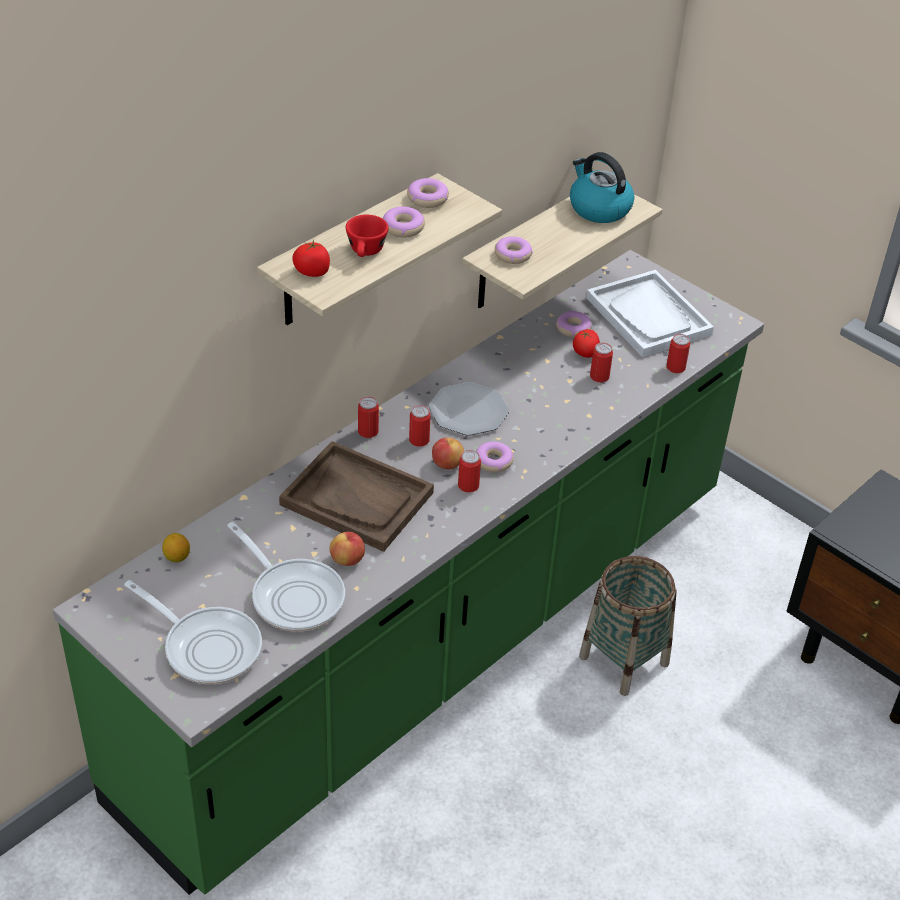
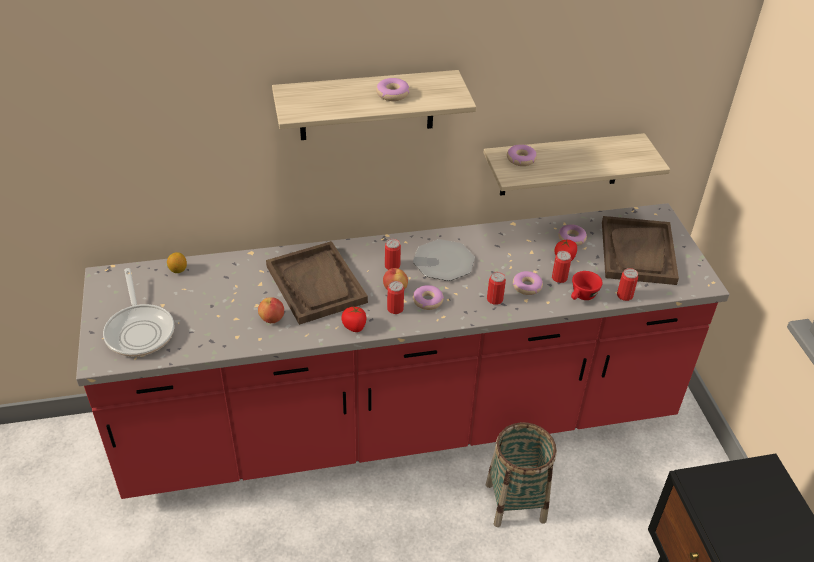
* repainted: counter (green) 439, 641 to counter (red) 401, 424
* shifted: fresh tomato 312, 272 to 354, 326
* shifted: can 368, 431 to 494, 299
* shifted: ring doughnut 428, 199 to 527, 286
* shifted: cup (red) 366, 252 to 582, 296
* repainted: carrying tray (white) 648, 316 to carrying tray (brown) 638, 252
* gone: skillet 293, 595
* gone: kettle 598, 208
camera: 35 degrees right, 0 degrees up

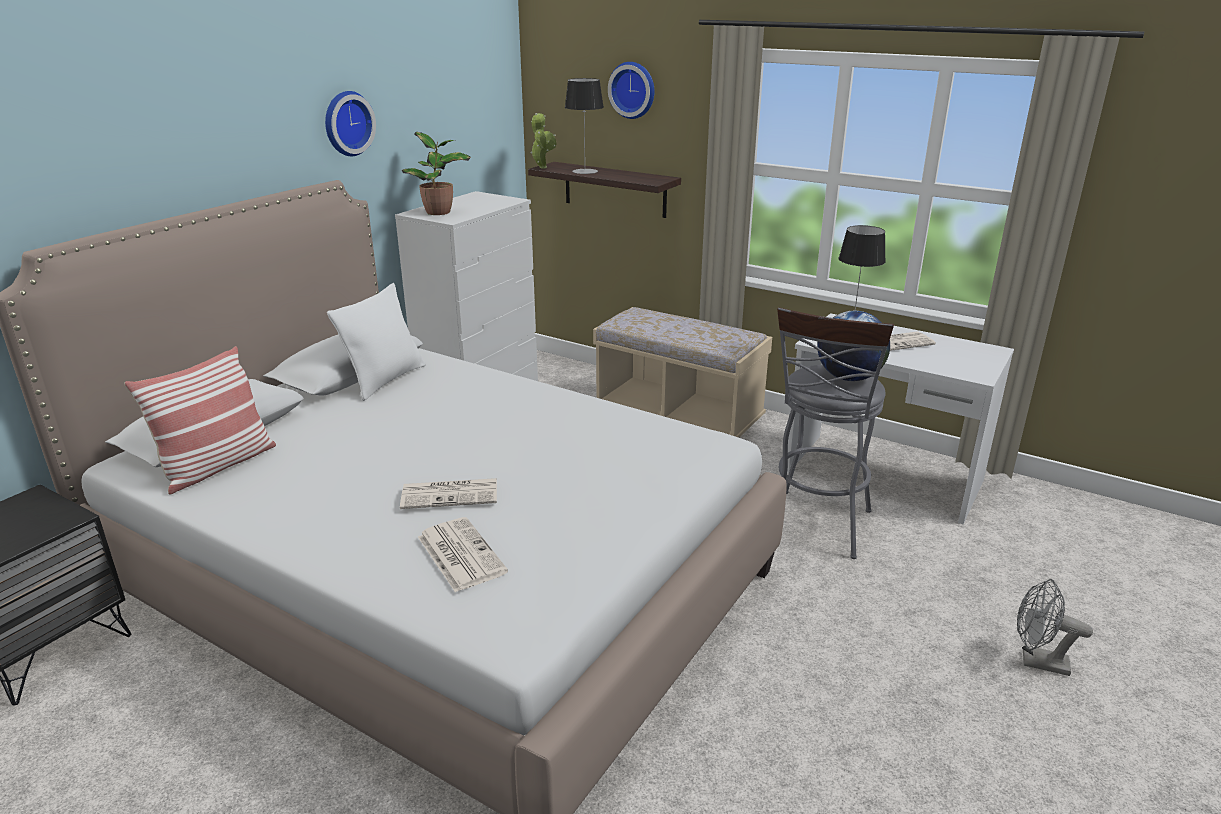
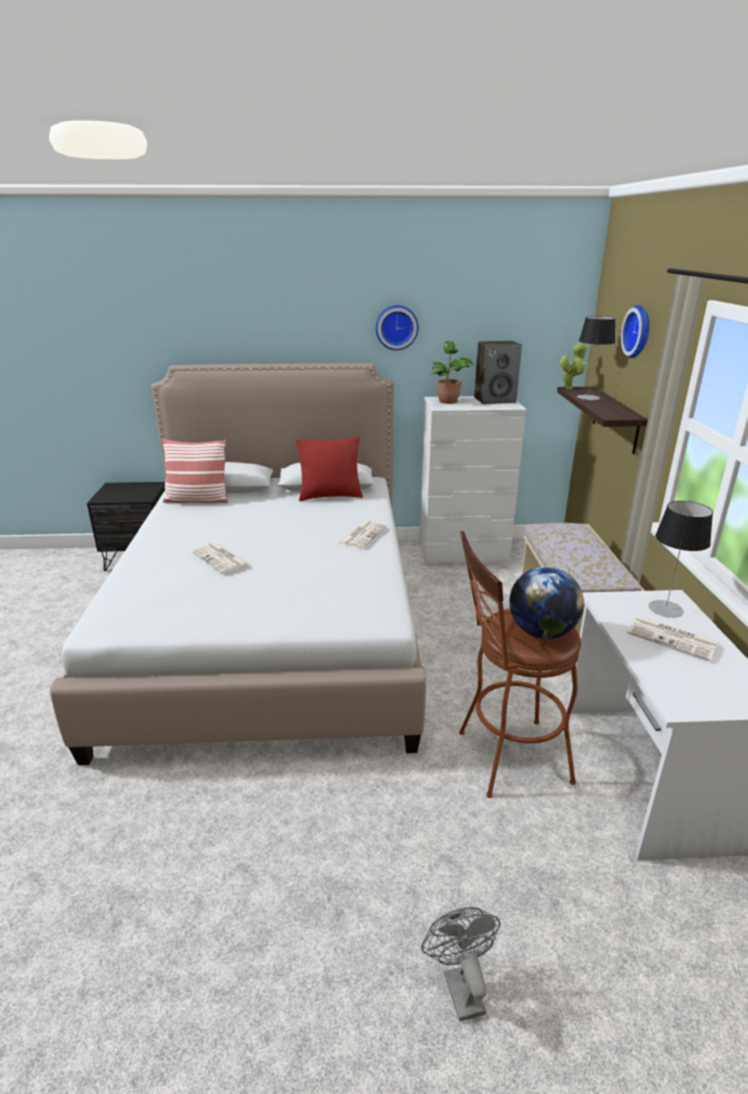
* repainted: cushion (white) 385, 380 to cushion (red) 330, 496
* shifted: newspaper 460, 554 to 362, 535
* repainted: sitting stool (gray) 815, 529 to sitting stool (brown) 504, 758
* new: loudspeaker 495, 400
camera: 55 degrees right, 0 degrees up

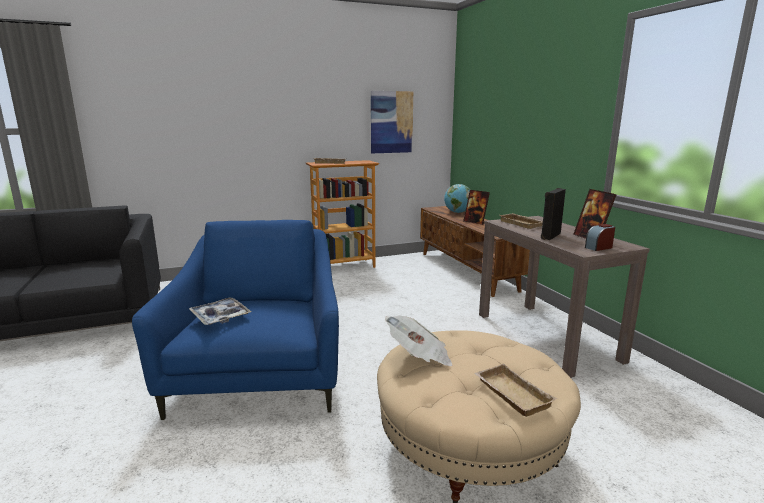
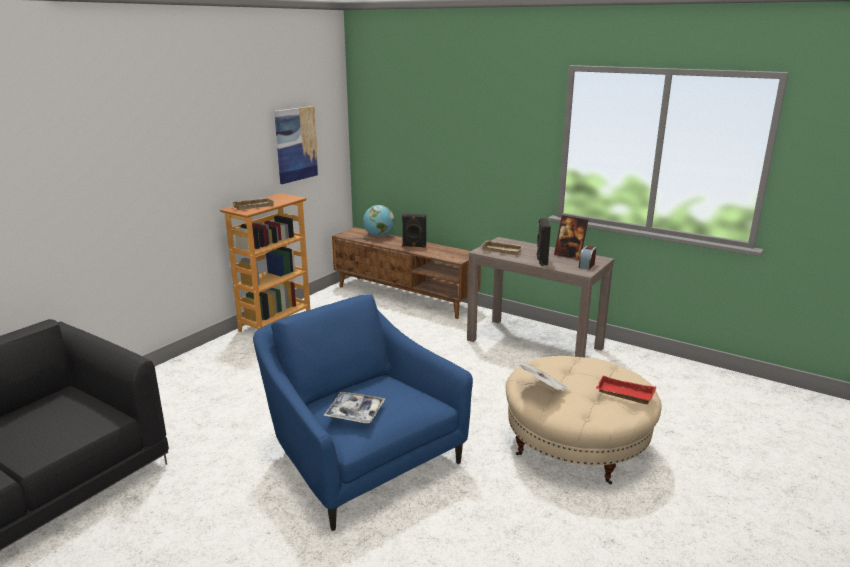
* swapped: photo frame 475, 222 to loudspeaker (black) 414, 246
* repainted: carrying tray (beige) 510, 394 to carrying tray (red) 624, 394
camera: 35 degrees left, 5 degrees up

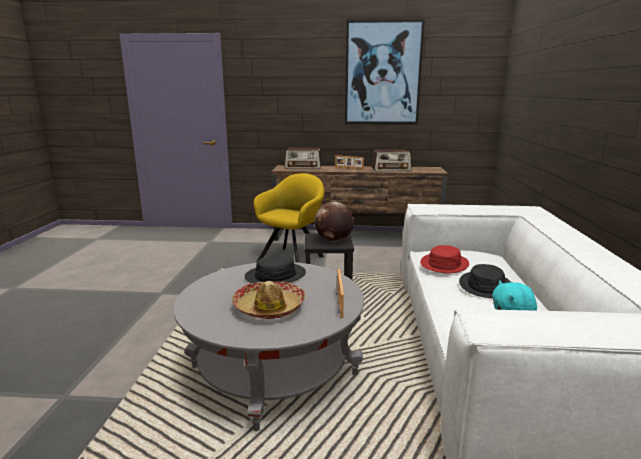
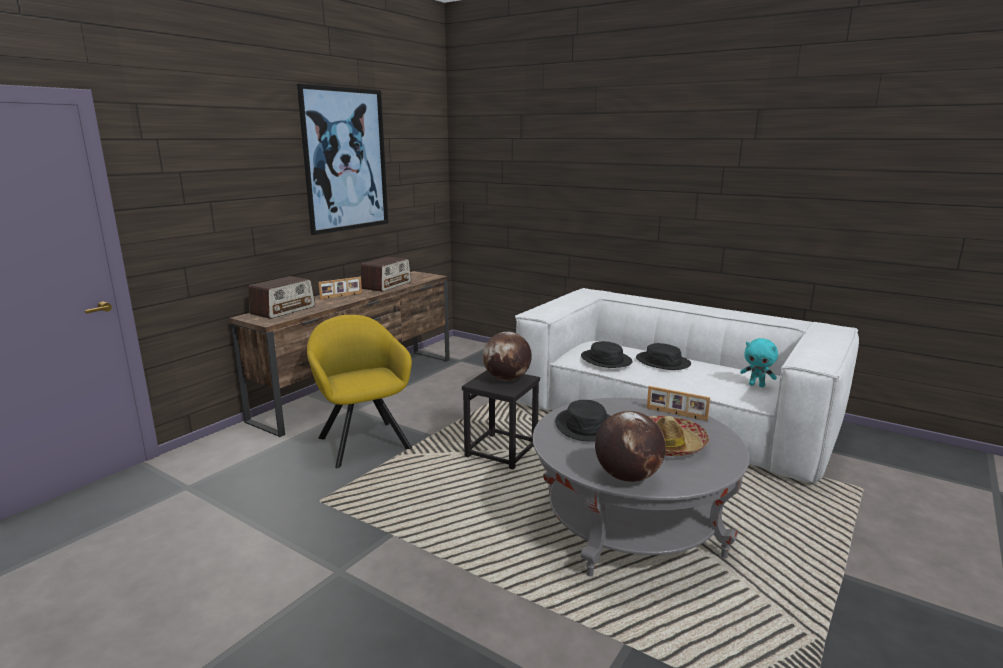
* repainted: hat (red) 444, 264 to hat (black) 606, 360
* new: globe 627, 476
camera: 60 degrees left, 0 degrees up

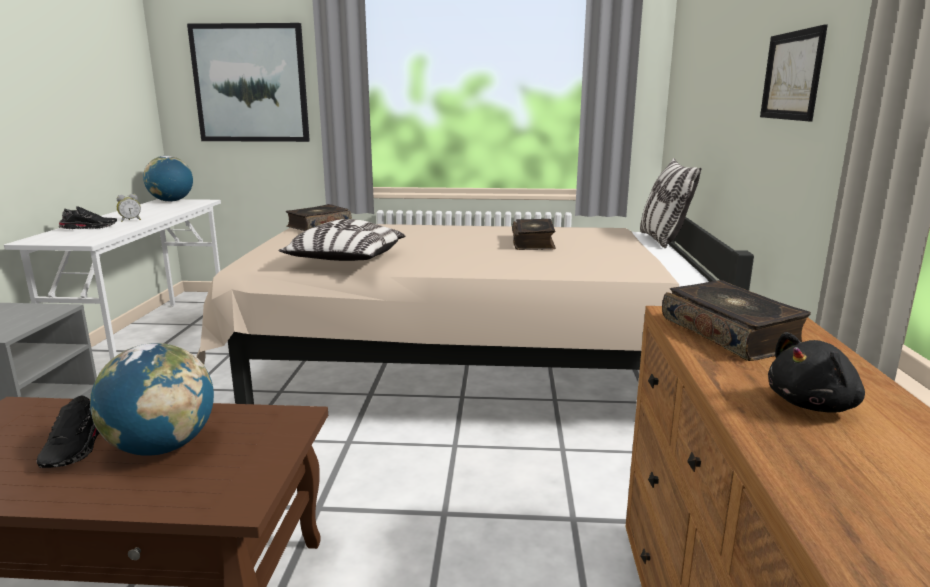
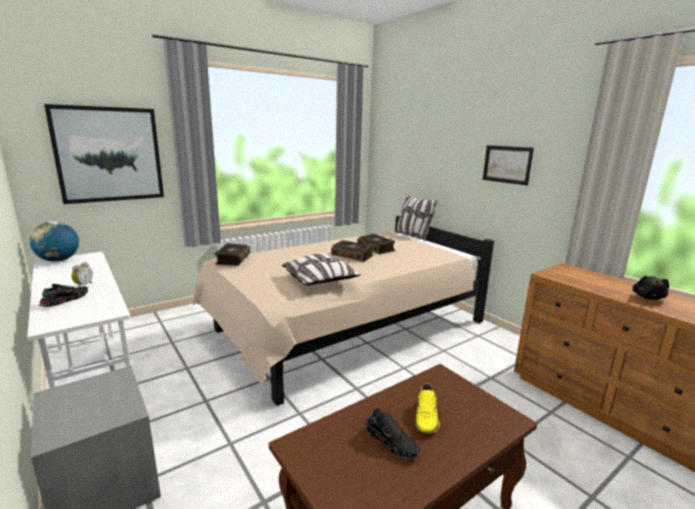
* shifted: book 731, 334 to 352, 255
* swapped: globe 162, 447 to shoe (yellow) 427, 417
camera: 40 degrees left, 0 degrees up

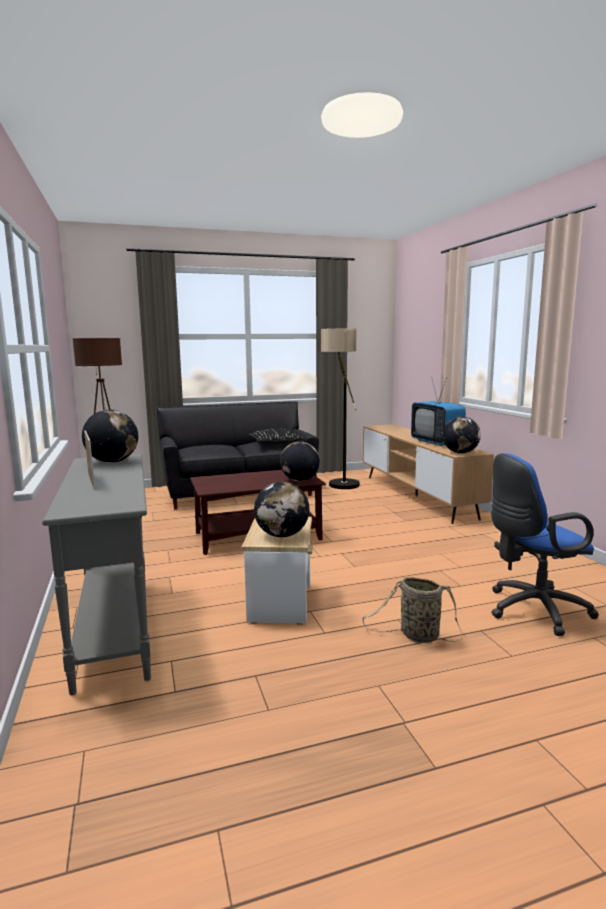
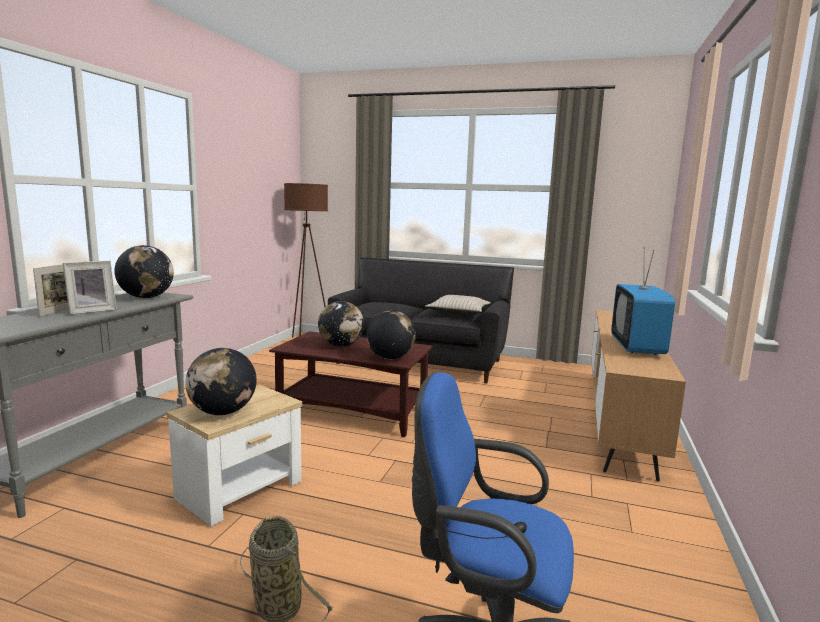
* new: photo frame 91, 311
* shifted: globe 460, 452 to 341, 345
* repainted: cushion (black) 275, 443 to cushion (beige) 458, 312
* gone: floor lamp 340, 482
camera: 35 degrees right, 0 degrees up

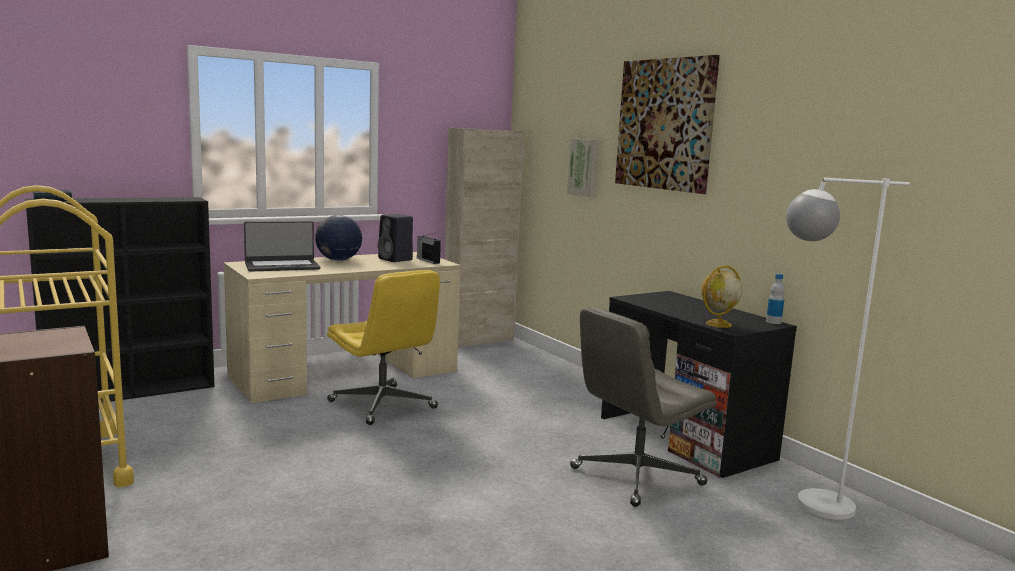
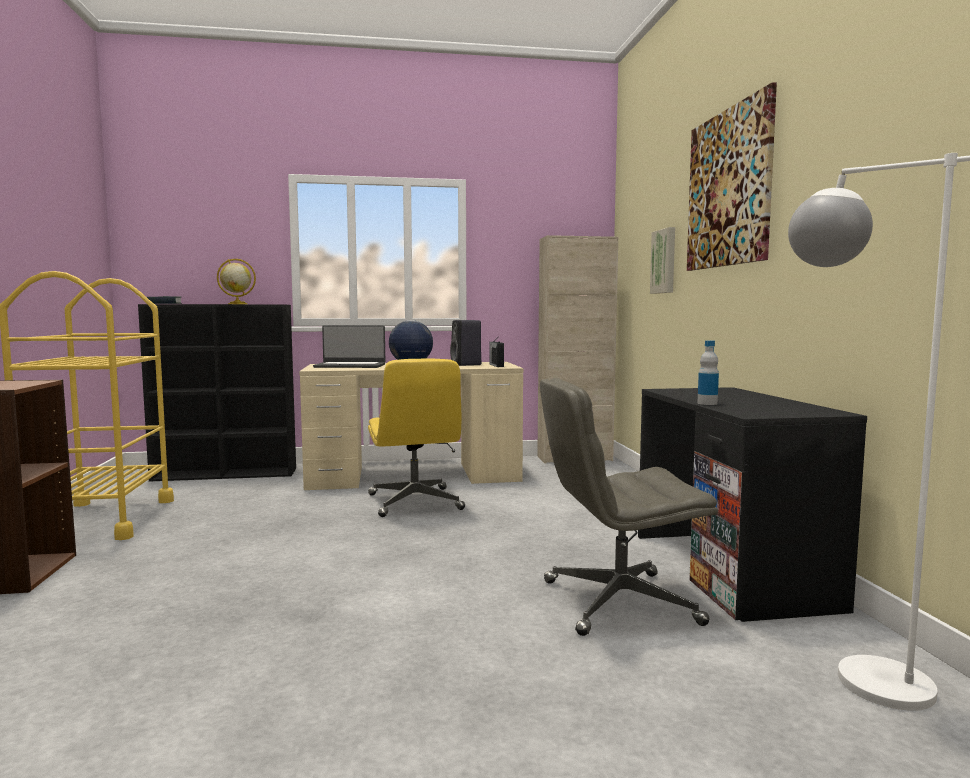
* shifted: globe 718, 324 to 236, 304
* shifted: bottle 773, 322 to 707, 403
camera: 25 degrees right, 5 degrees down

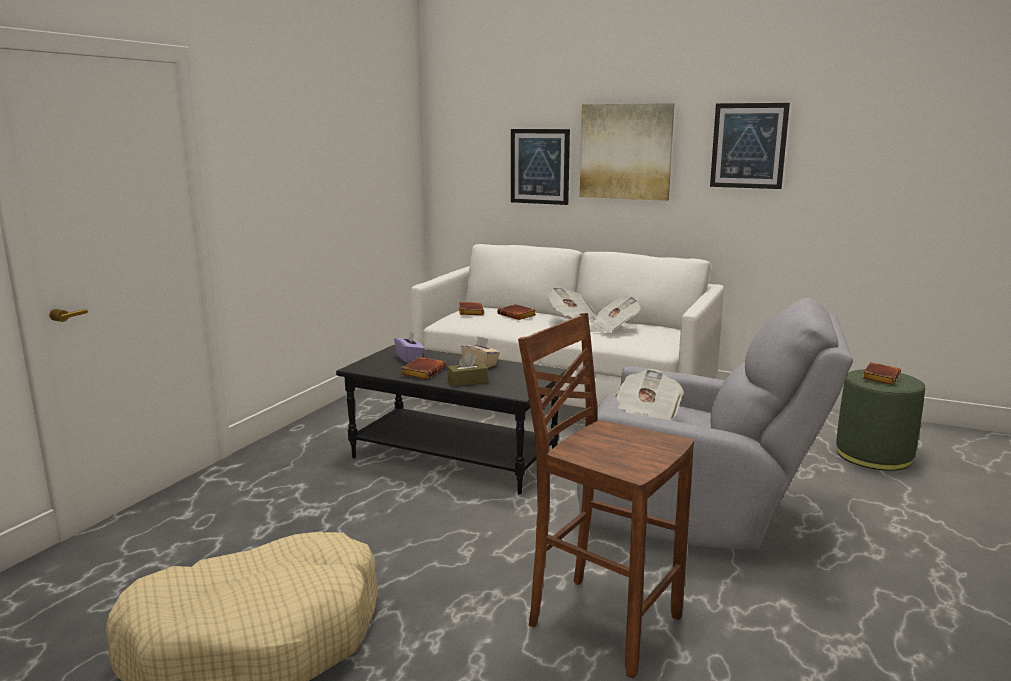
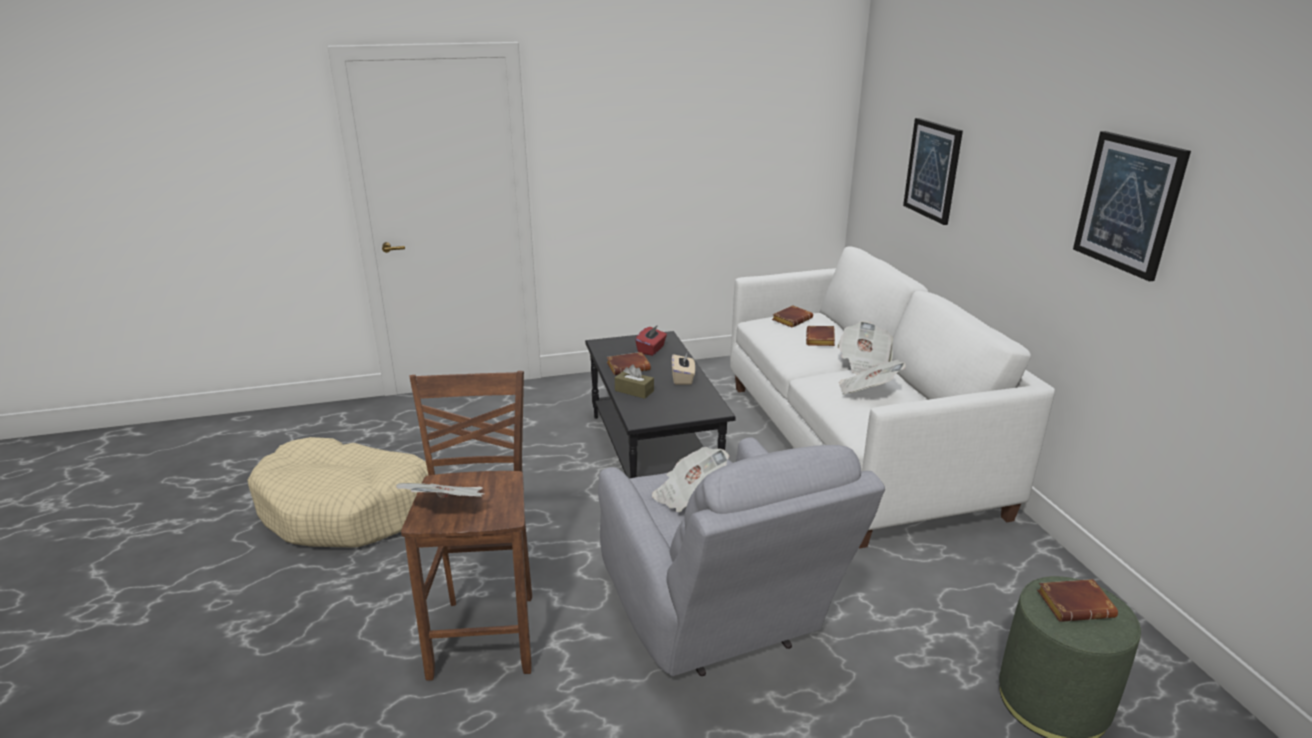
* new: newspaper 448, 508
* repainted: tissue box (purple-coloured) 410, 358 to tissue box (red) 651, 350
* gone: wall picture 626, 151
camera: 50 degrees right, 10 degrees up

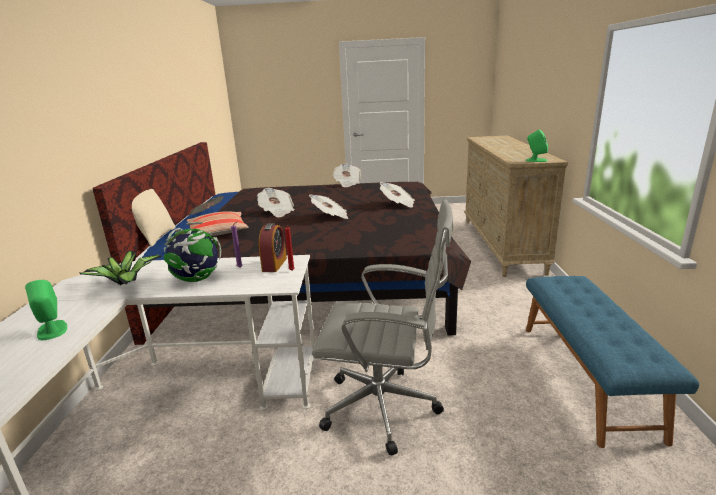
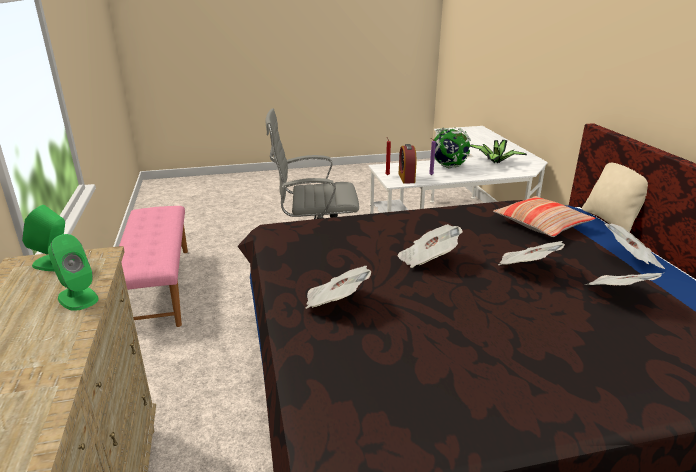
* shifted: loudspeaker (green) 52, 330 to 77, 298
* repainted: long seat (blue-coloured) 586, 377 to long seat (pink) 158, 287
* shifted: newspaper 347, 183 to 618, 294
camera: 165 degrees right, 5 degrees up

